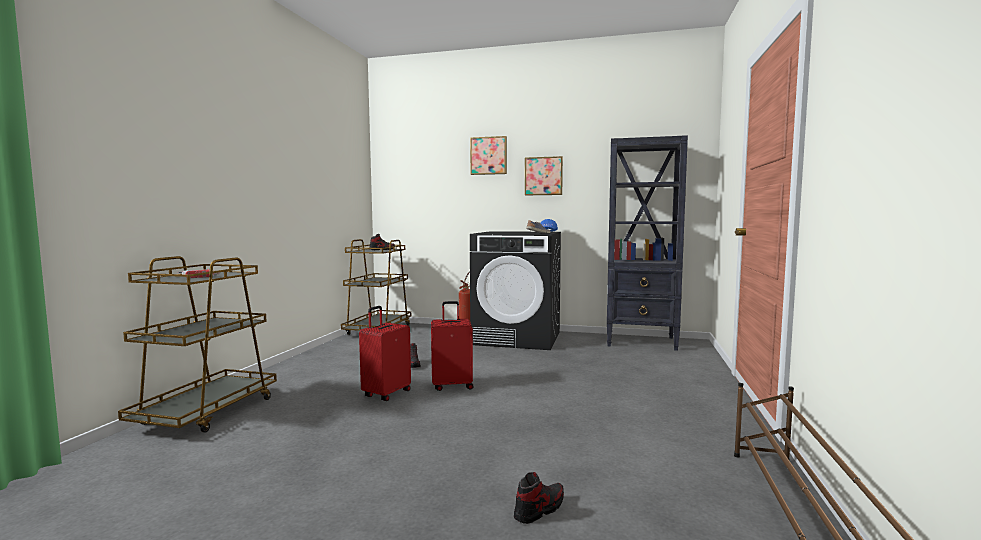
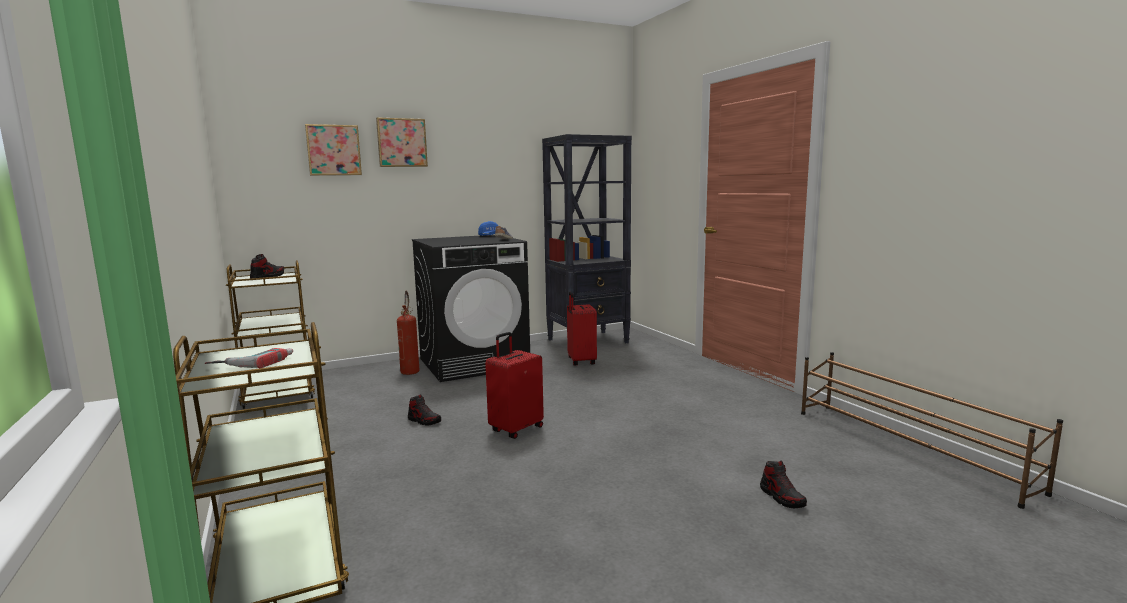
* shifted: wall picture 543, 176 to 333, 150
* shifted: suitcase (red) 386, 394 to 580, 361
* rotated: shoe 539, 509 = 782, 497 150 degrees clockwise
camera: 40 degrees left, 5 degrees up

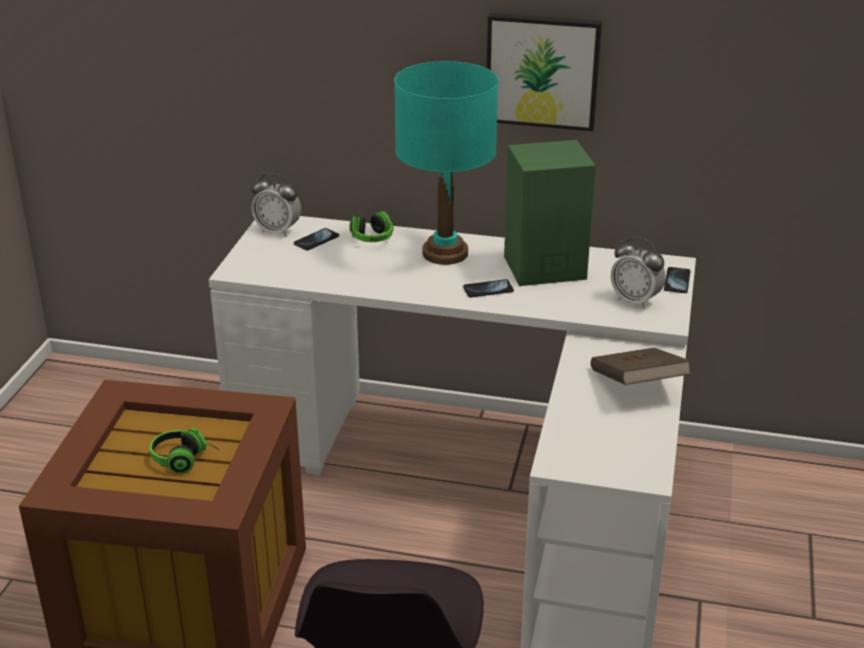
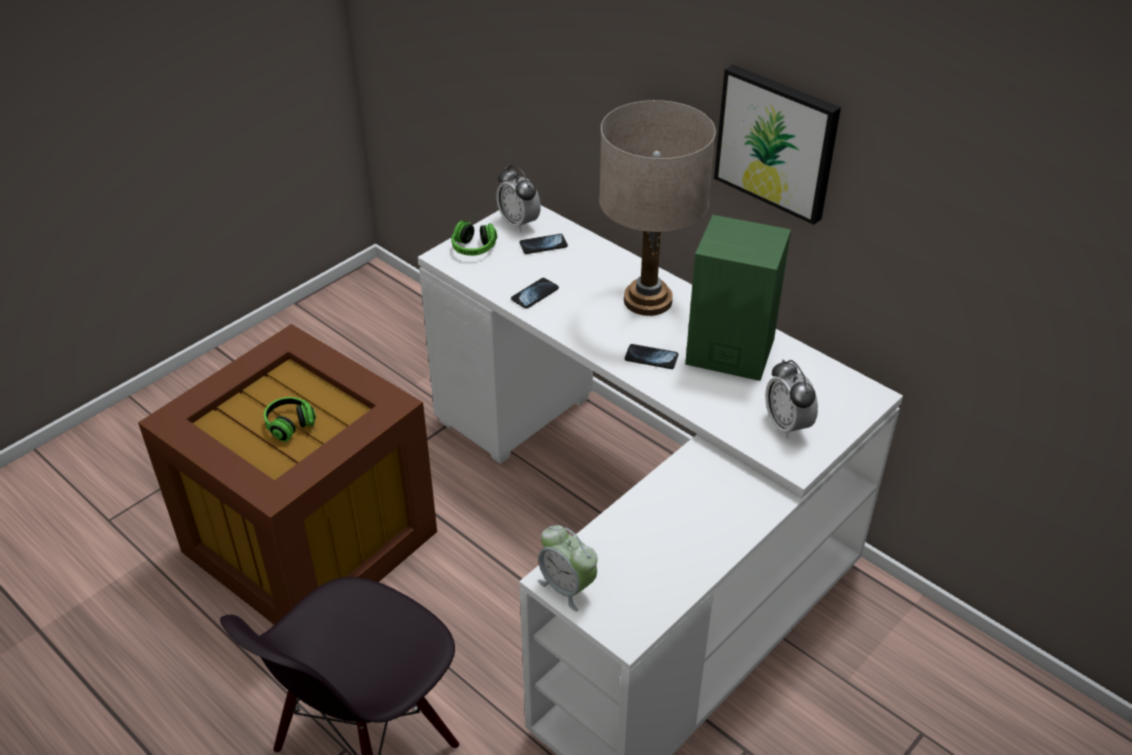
* shifted: pair of headphones 370, 235 to 475, 244
* shifted: telephone 677, 281 to 535, 294
* new: bedside clock 567, 587
* repainted: table lamp (turquoise-coloured) 445, 253 to table lamp (beige) 648, 300
* gone: book (brown) 637, 386
camera: 30 degrees right, 10 degrees up

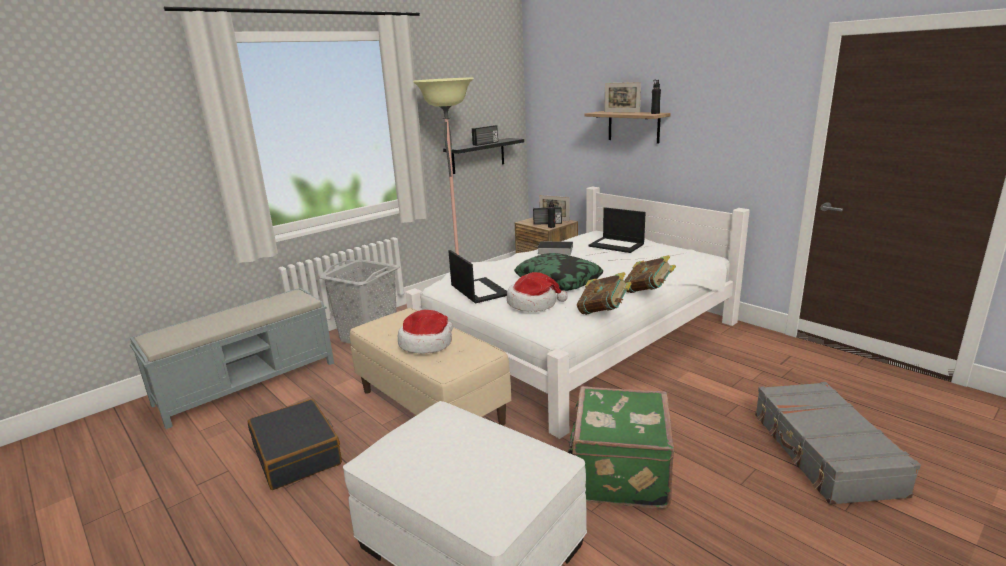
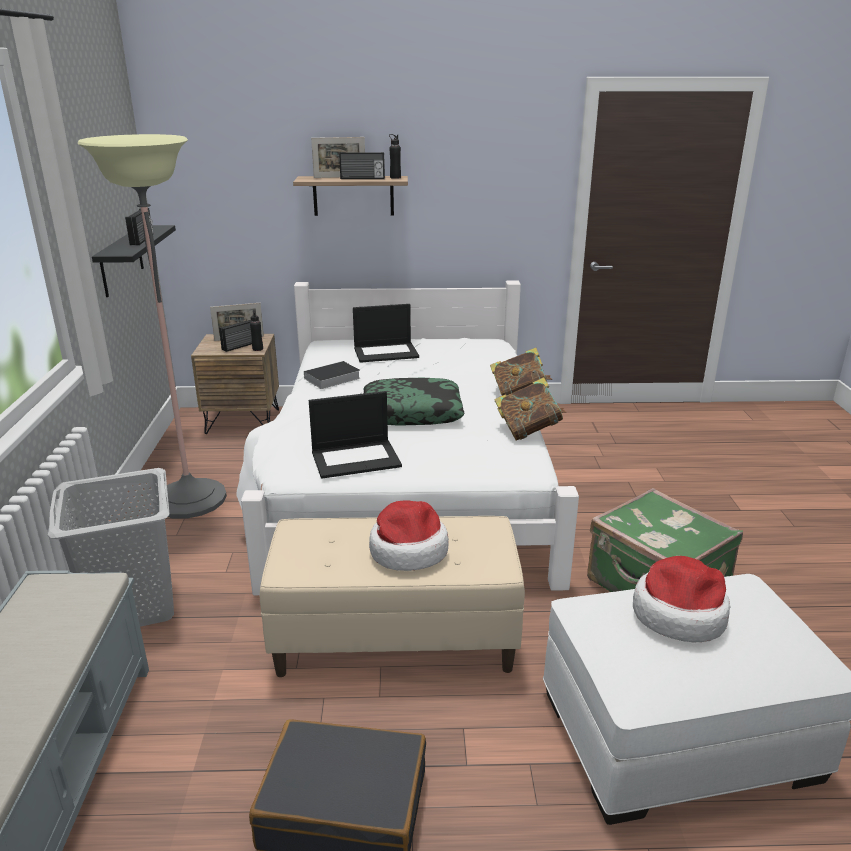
* rotated: portable computer 479, 290 = 356, 458 150 degrees clockwise
* new: radio 362, 178
* shifted: hat 533, 304 to 679, 614
* gone: suitcase (gray) 823, 453
camera: 50 degrees left, 5 degrees up

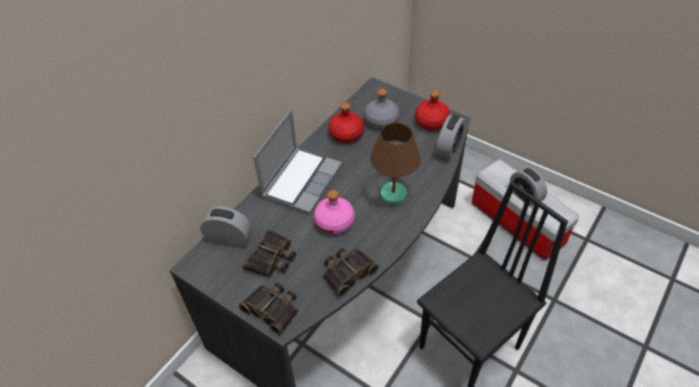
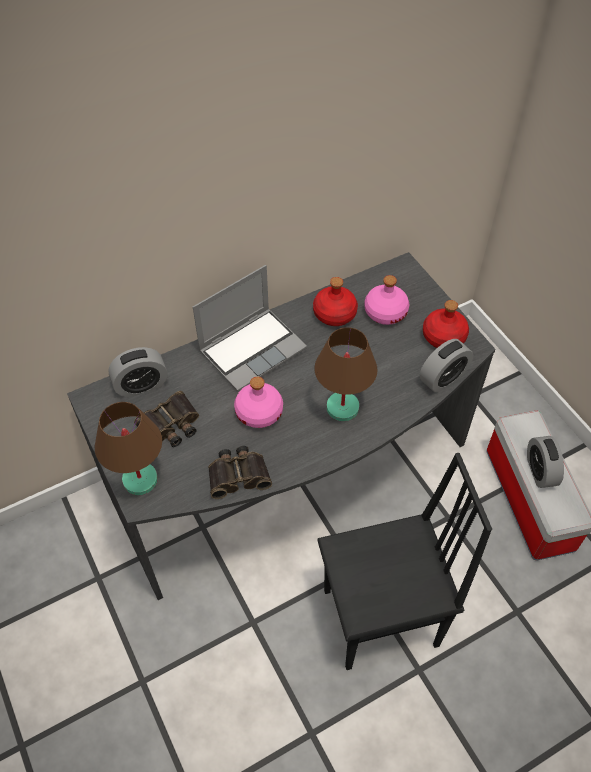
* swapped: binoculars 273, 309 to table lamp (brown) 141, 480
* rotated: bedside clock 229, 239 = 141, 385 120 degrees clockwise
* repainted: bottle (gray) 381, 120 to bottle (pink) 385, 311
camera: 25 degrees right, 5 degrees up

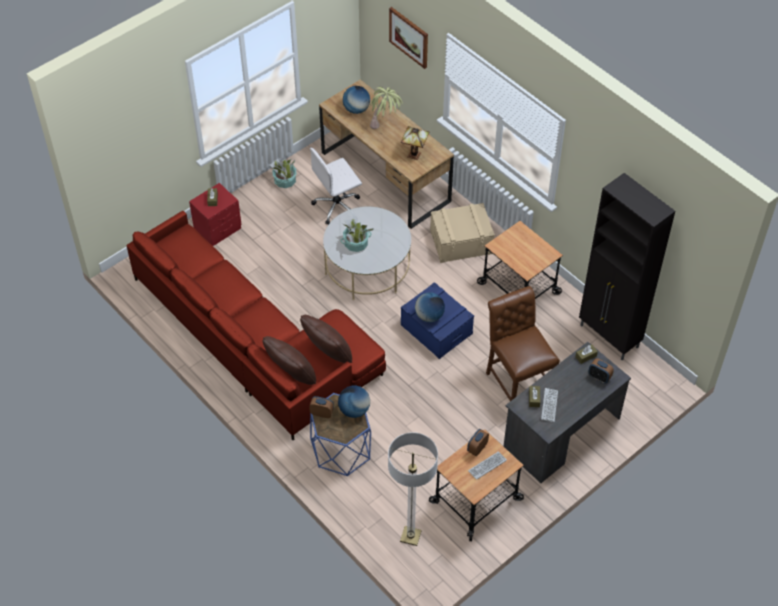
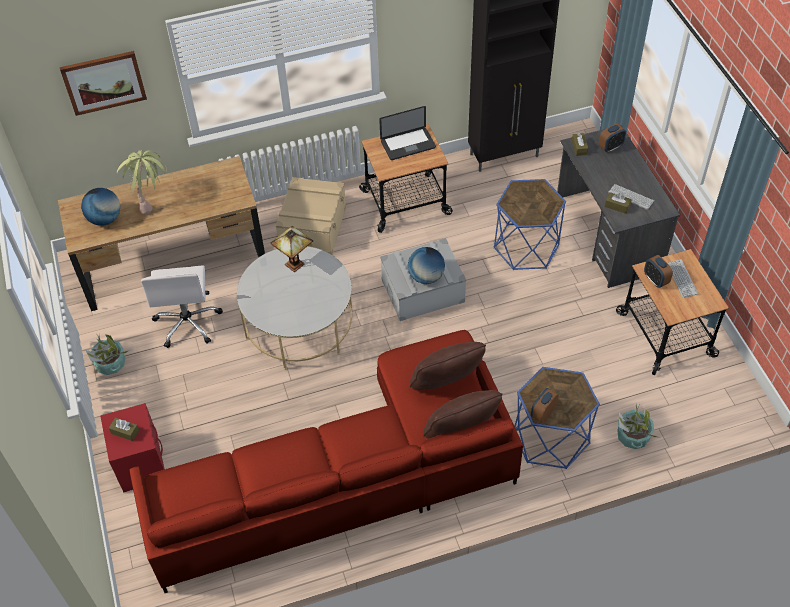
* shifted: table lamp 415, 154 to 295, 263
* new: portable computer 408, 144
* repainted: storage container (blue-coloured) 436, 329 to storage container (gray) 422, 291
* swapped: chair (brown) 517, 381 to end table (blue-coloured) 526, 246
* shifted: plant in a pot 356, 244 to 632, 436
* gone: globe 354, 410
* gone: floor lamp 410, 536
camera: 65 degrees left, 0 degrees up

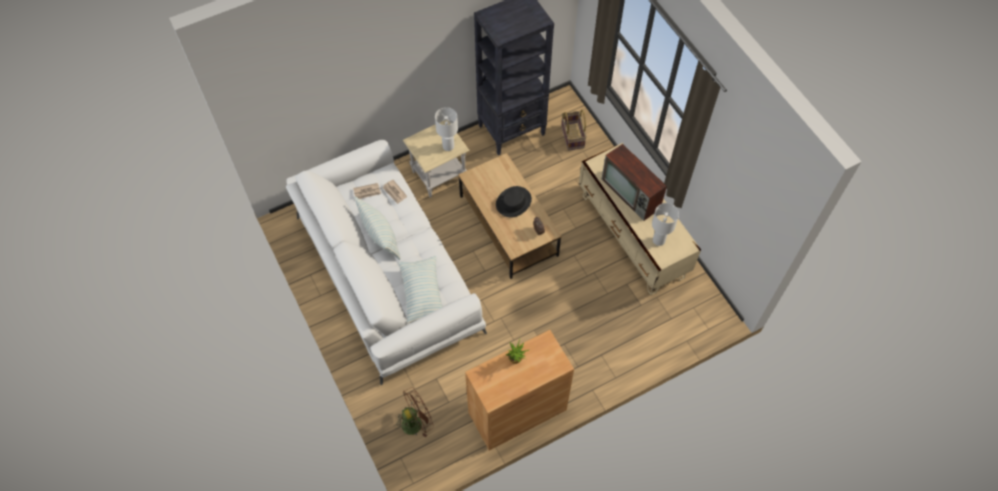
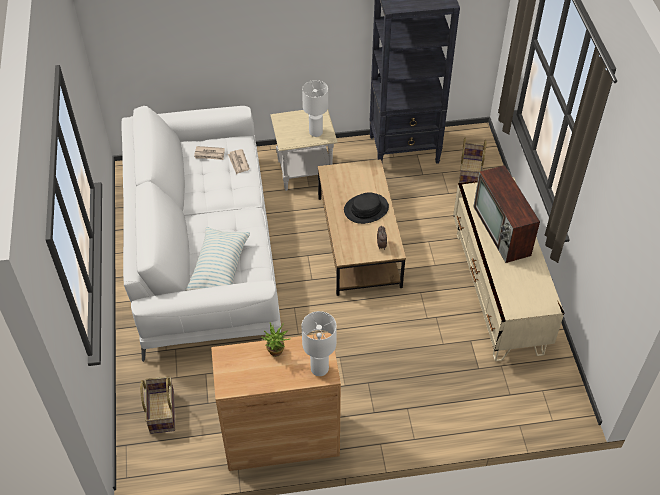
* swapped: cooling fan (brown) 415, 422 to basket 161, 412
* shifted: table lamp (white) 658, 241 to 319, 369
* gone: cushion 380, 236
camera: 20 degrees right, 10 degrees down

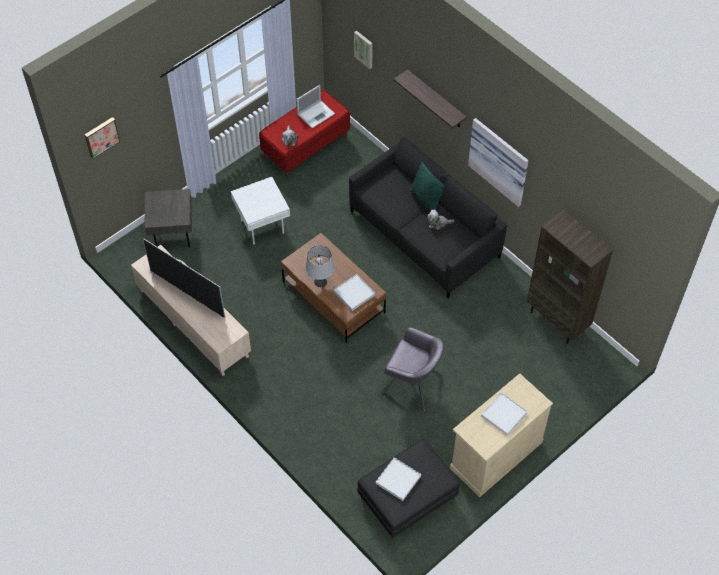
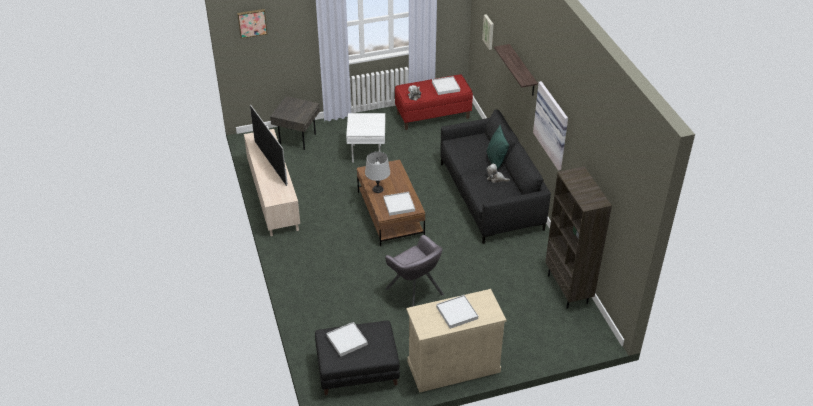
* swapped: portable computer 316, 114 to carrying tray (white) 445, 86
camera: 25 degrees right, 15 degrees down

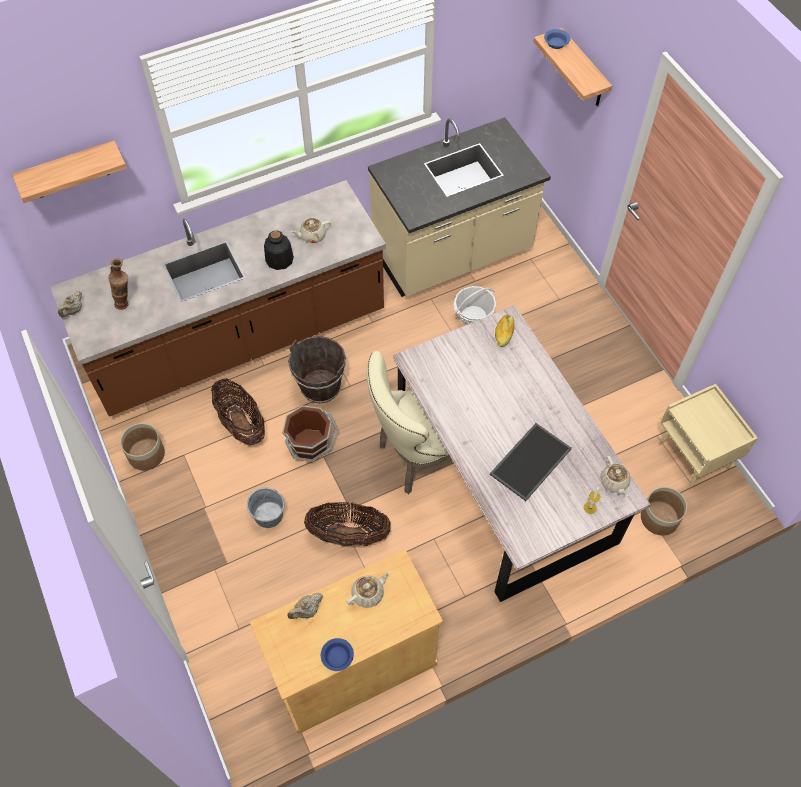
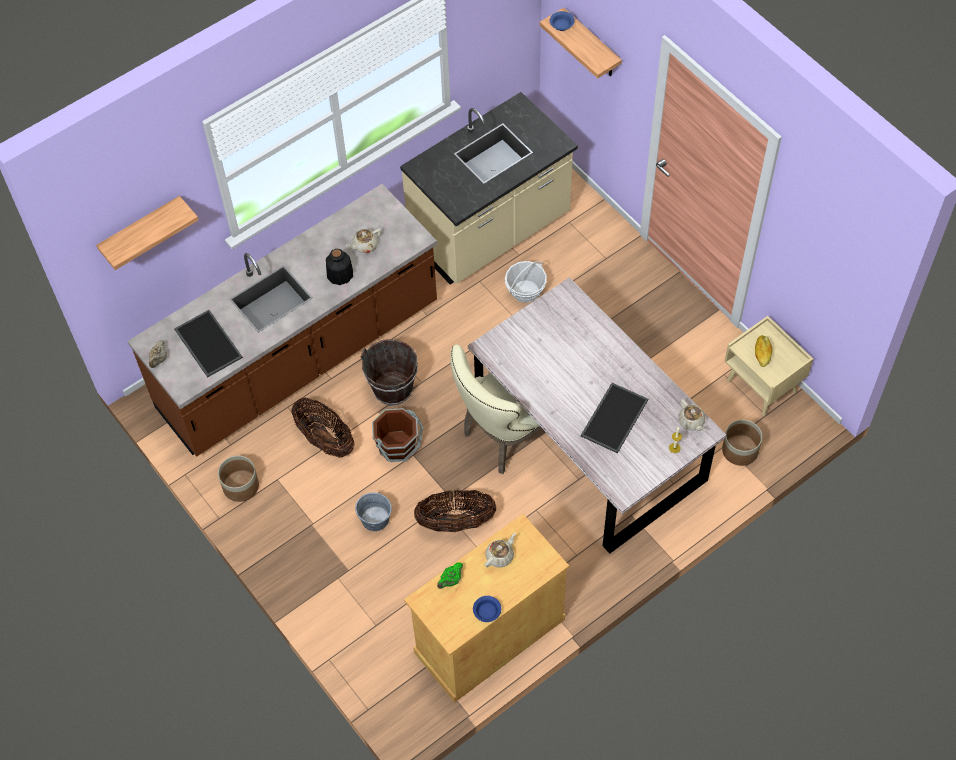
* swapped: decorative vase 126, 303 to carrying tray 207, 343
* repainted: teapot (beige) 306, 611 to teapot (green) 450, 580
* shifted: baked bread 504, 333 to 762, 353
camera: 10 degrees left, 0 degrees up

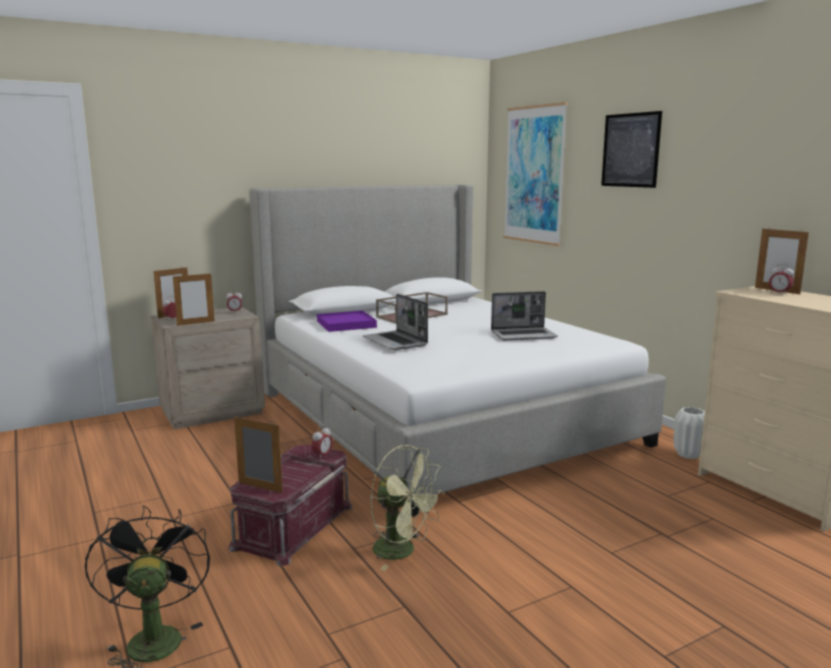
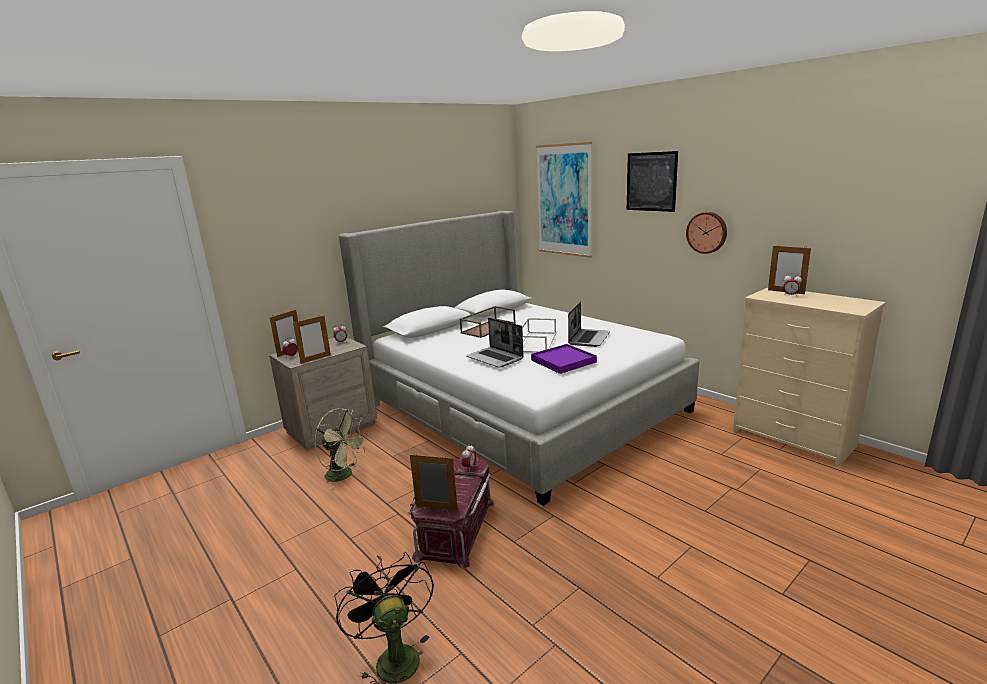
* shifted: cooling fan (green) 402, 551 to 344, 475
* new: carrying tray (white) 536, 342
* shifted: carrying tray (purple-coloured) 346, 324 to 563, 361
* rotated: portable computer 524, 335 = 588, 338 45 degrees counterclockwise
* new: wall clock 707, 232
* gone: decorative vase (white) 689, 455
camera: 10 degrees left, 5 degrees up

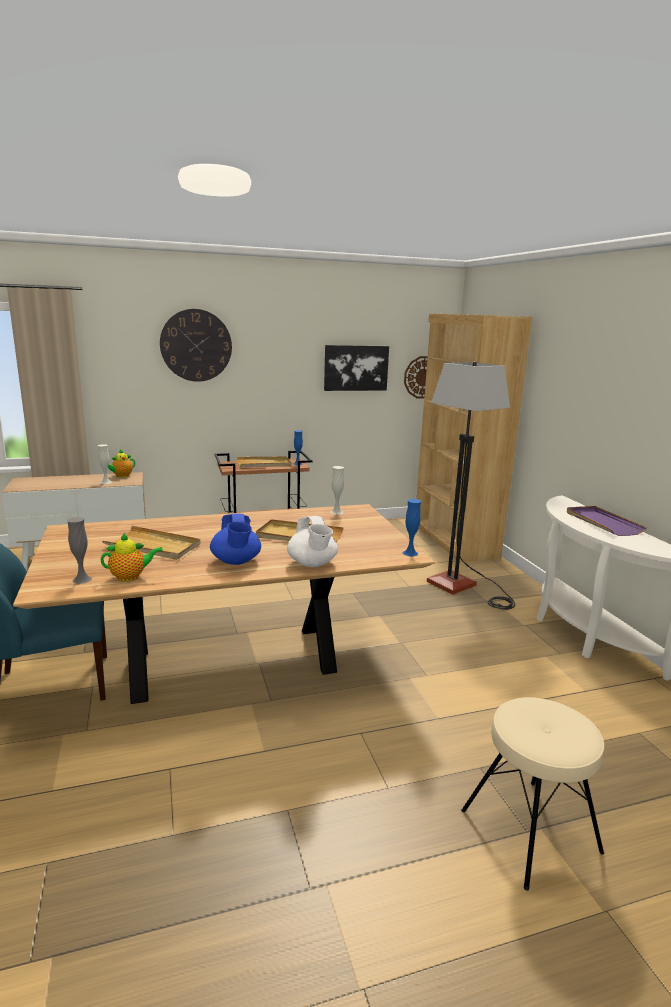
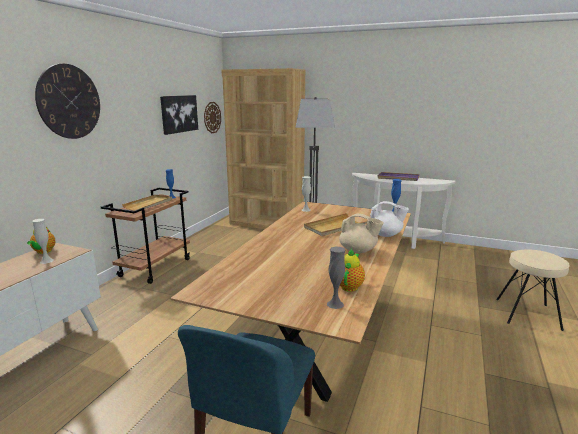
* repainted: teapot (blue-coloured) 236, 561 to teapot (beige) 358, 250
* gone: carrying tray (beige) 153, 546
camera: 50 degrees left, 0 degrees up

